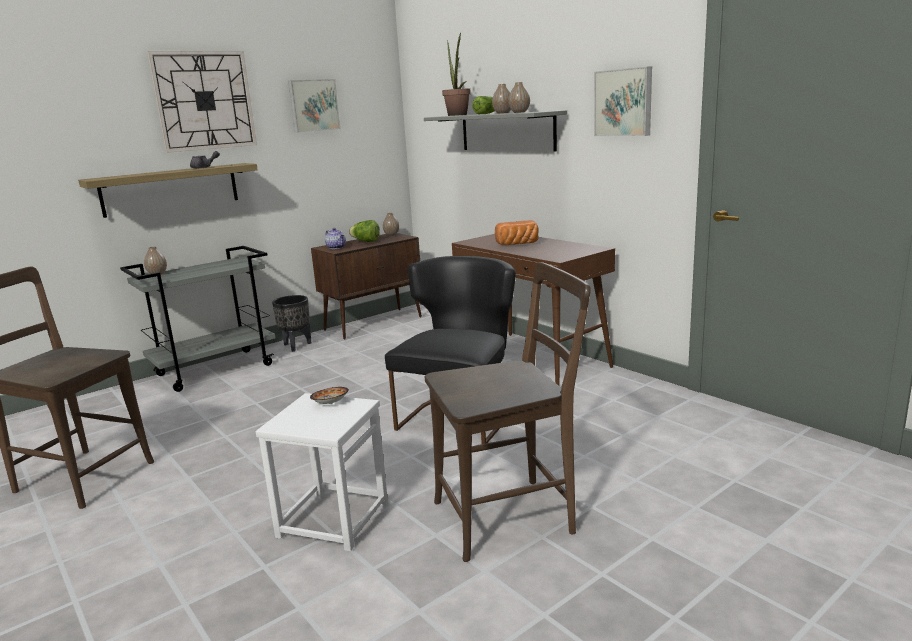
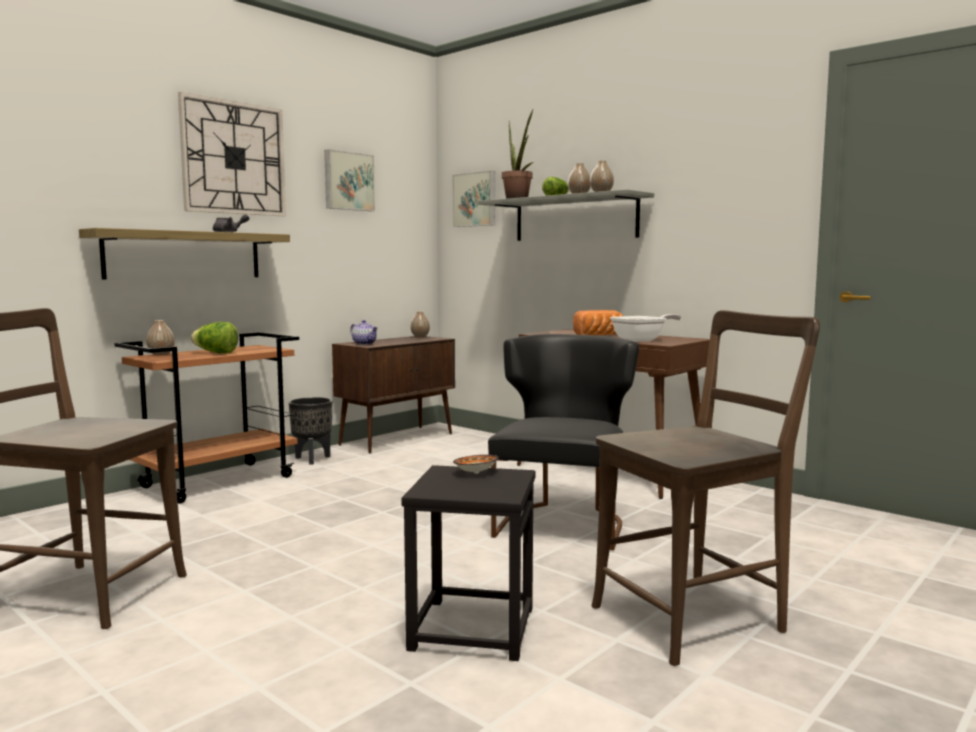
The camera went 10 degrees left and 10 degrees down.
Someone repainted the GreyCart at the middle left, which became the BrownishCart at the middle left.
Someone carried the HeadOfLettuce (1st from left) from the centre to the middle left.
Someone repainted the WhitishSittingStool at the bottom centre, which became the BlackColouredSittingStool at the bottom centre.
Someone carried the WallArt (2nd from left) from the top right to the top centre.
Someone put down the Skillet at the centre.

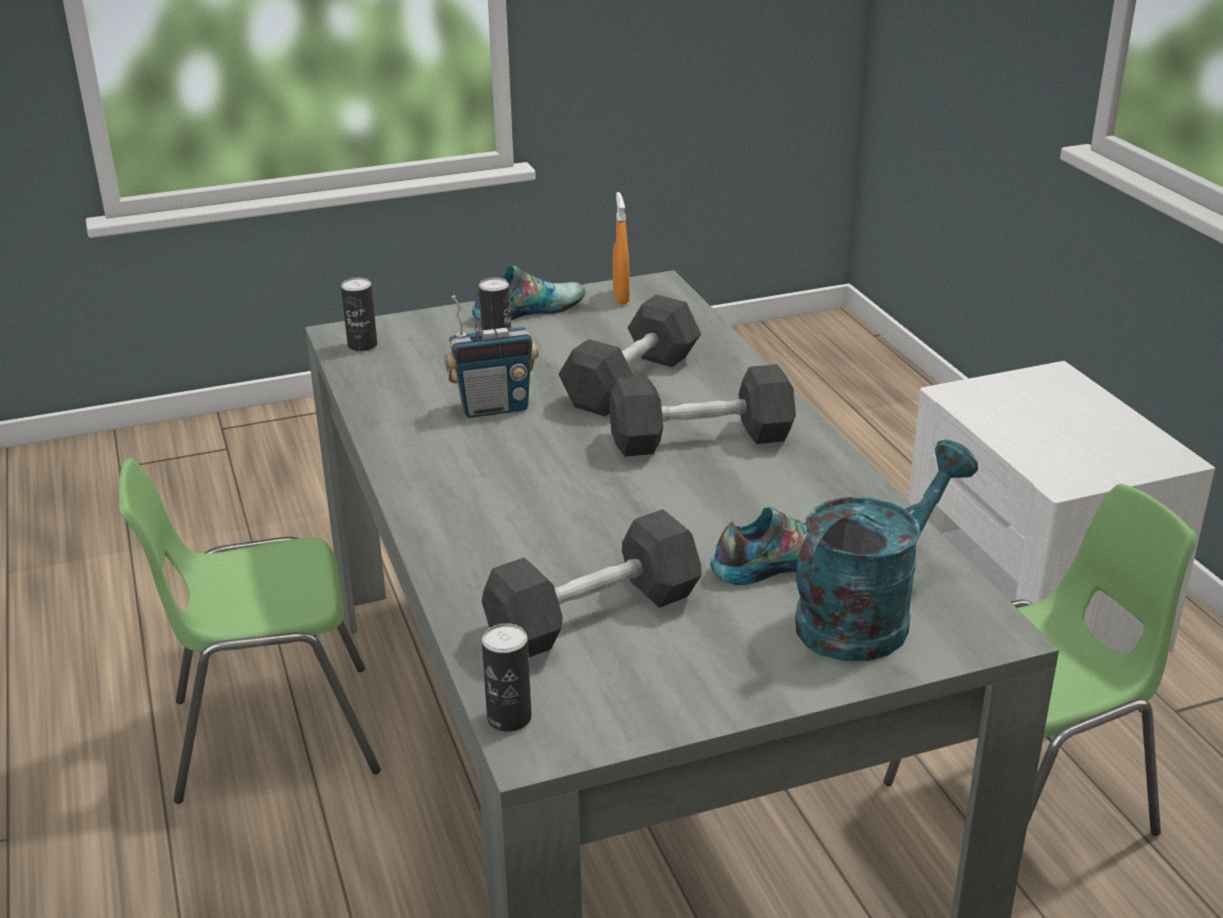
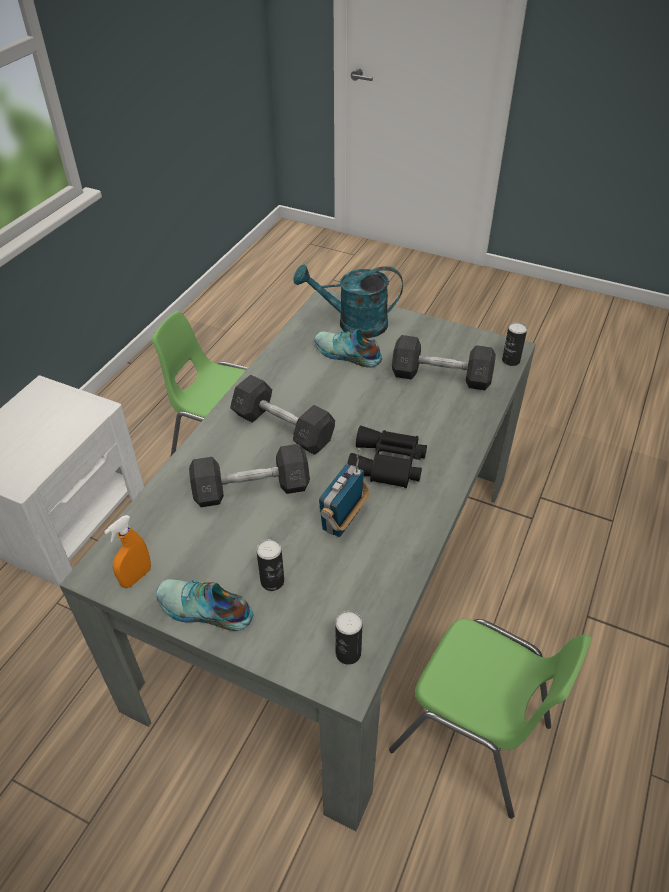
The camera went 135 degrees left and 15 degrees up.
Someone rotated the Radio at the centre by 90 degrees counterclockwise.
Someone put down the BlackColouredBinoculars at the centre.

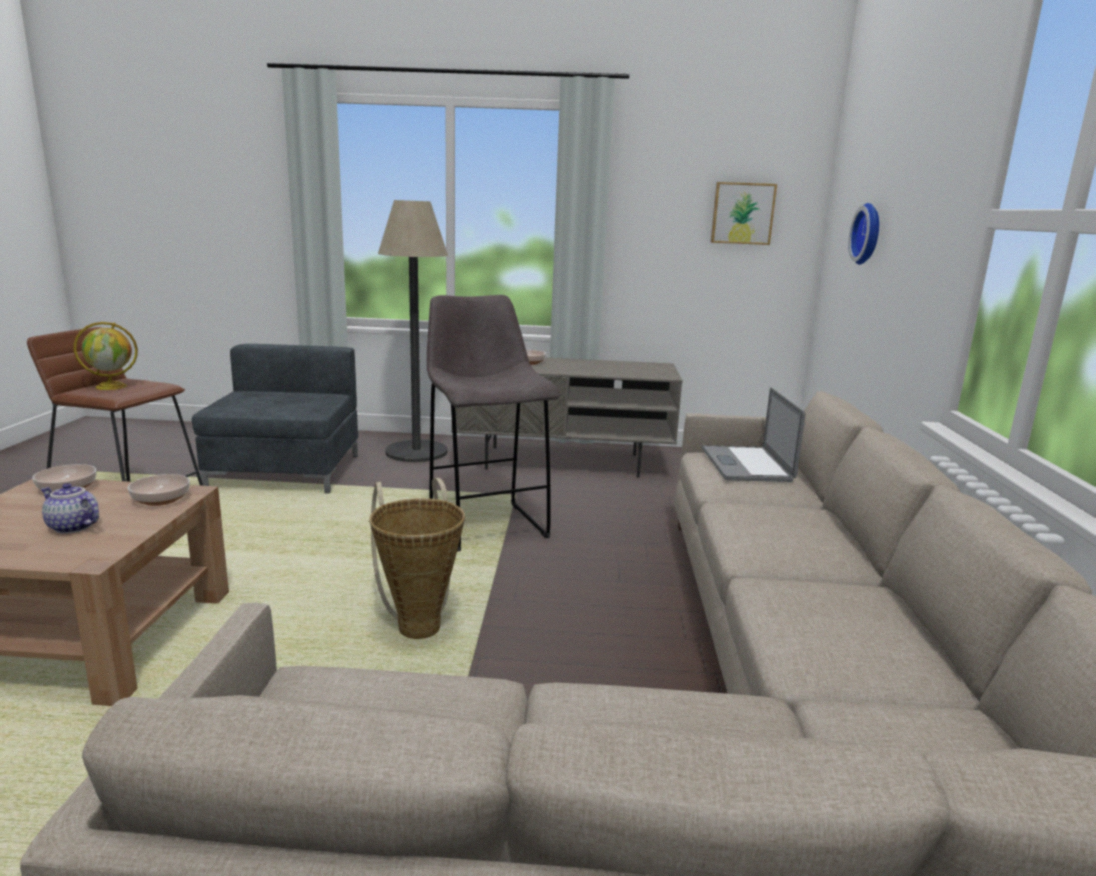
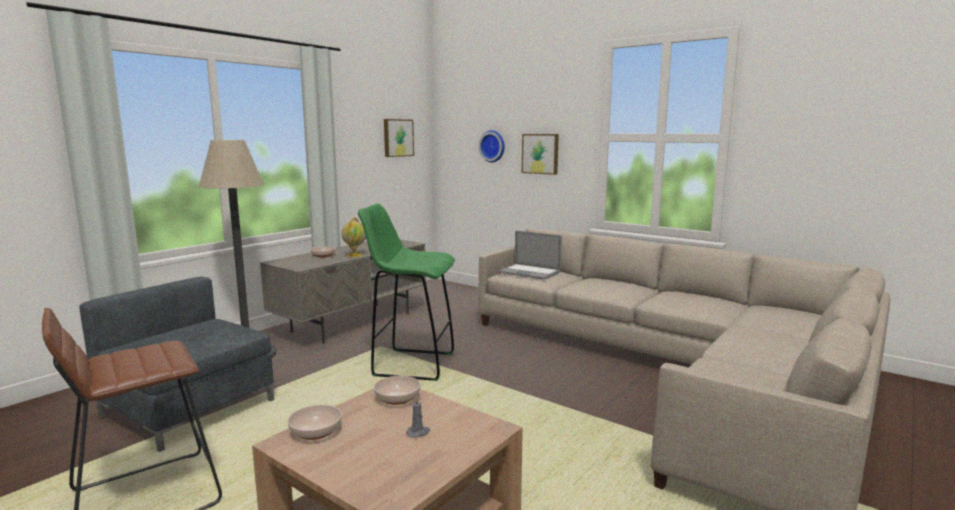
The camera went 55 degrees left and 5 degrees down.
Someone carried the WorldGlobe from the middle left to the centre.
Someone repainted the GreySittingStool at the centre, which became the GreenSittingStool at the centre.
Someone swapped the PotForTea at the middle left for the GreyWaxCandle at the bottom centre.
Someone put up the WallArt (2nd from left) at the top centre.
Someone took away the StorageBasket at the centre.

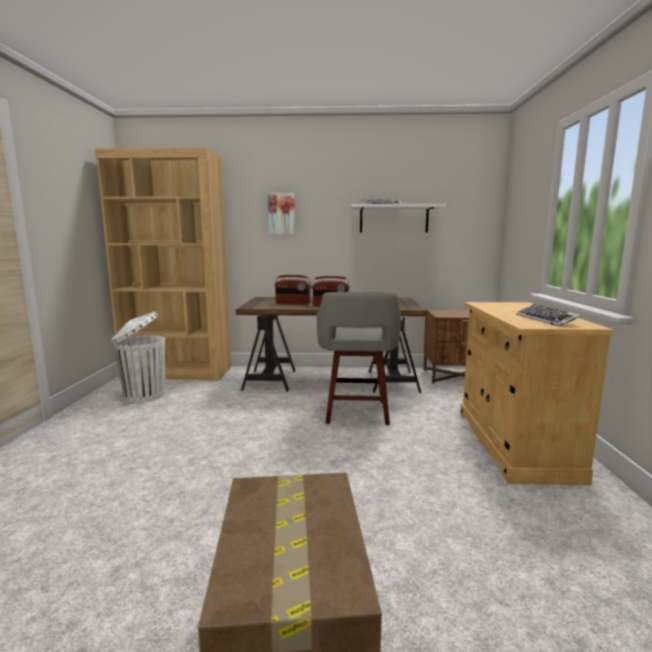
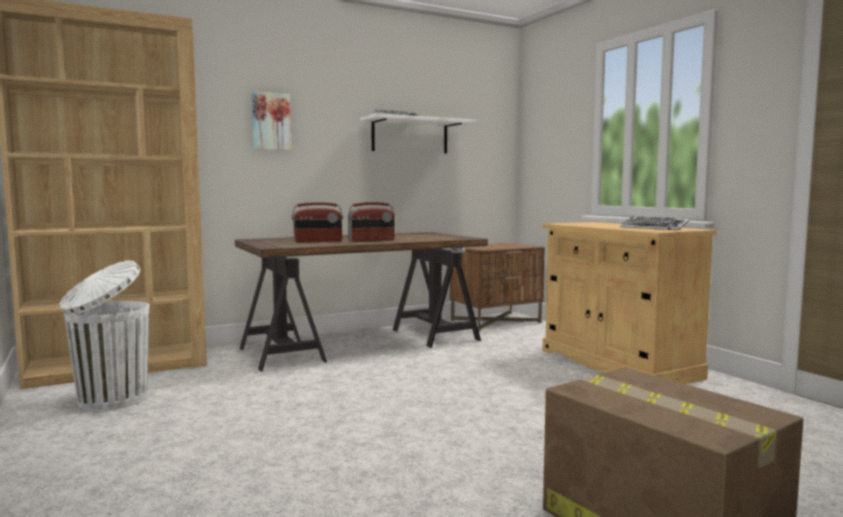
The camera went 30 degrees left and 5 degrees down.
Someone took away the GreySittingStool at the centre.

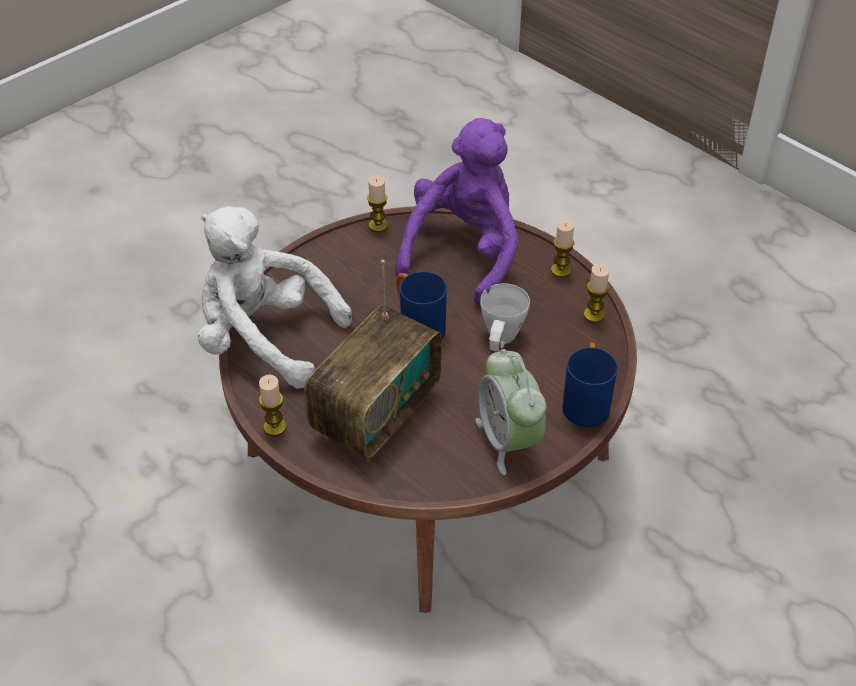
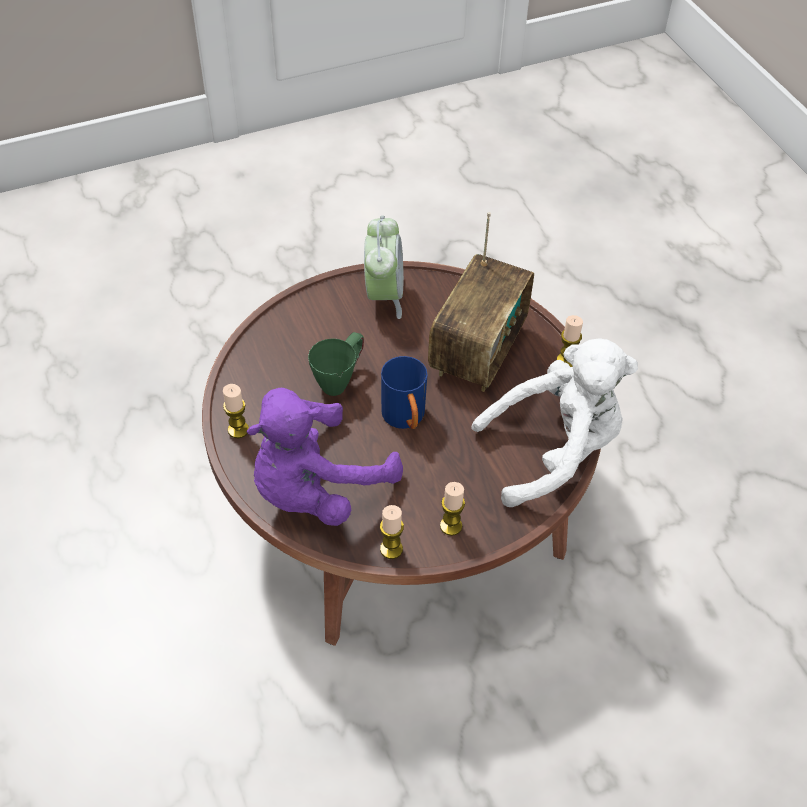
The camera went 160 degrees left and 5 degrees up.
Someone repainted the WhitishCoffeeMug at the centre, which became the GreenCoffeeMug at the centre.
Someone rotated the Radio at the centre by 150 degrees clockwise.
Someone carried the WaxCandle (4th from left in the first image) from the middle right to the centre.
Someone rotated the WhitishSoftToy at the middle left by 60 degrees counterclockwise.
Someone took away the BluishCoffeeMug (2nd from left) at the middle right.

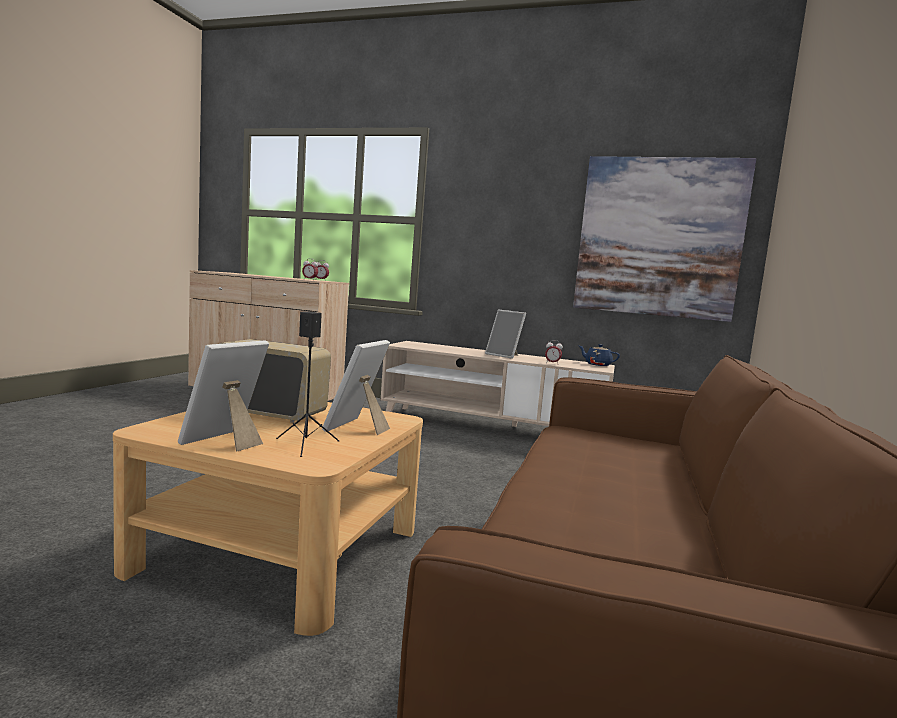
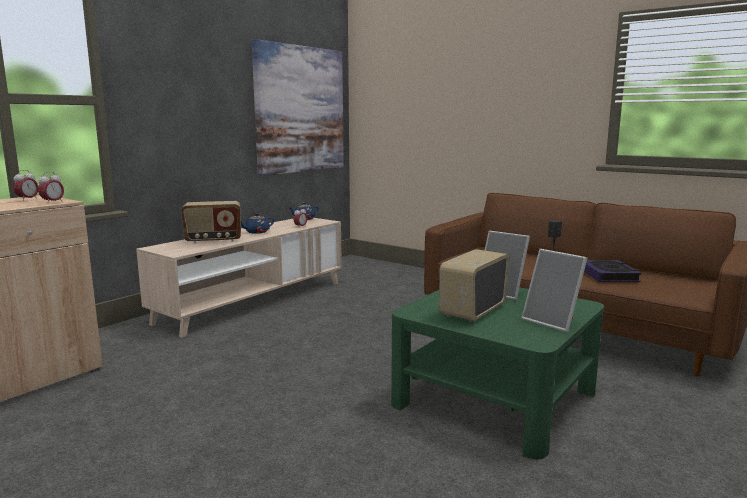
The camera went 70 degrees left and 5 degrees up.
Someone put down the Radio (1st from left) at the middle left.
Someone swapped the PhotoFrame (3rd from left) at the centre for the BluishPotForTea (1st from left) at the centre.
Someone repainted the SandColouredLowTable at the bottom left, which became the GreenLowTable at the bottom centre.
Someone put down the Book at the middle right.

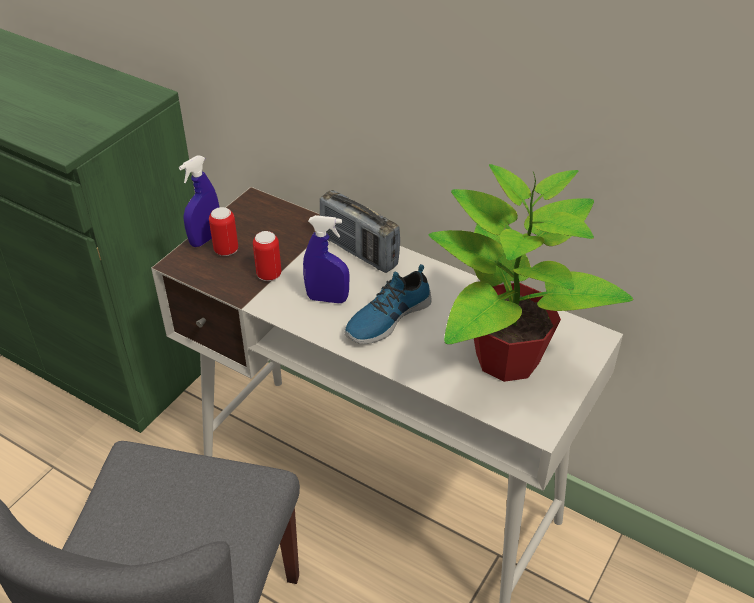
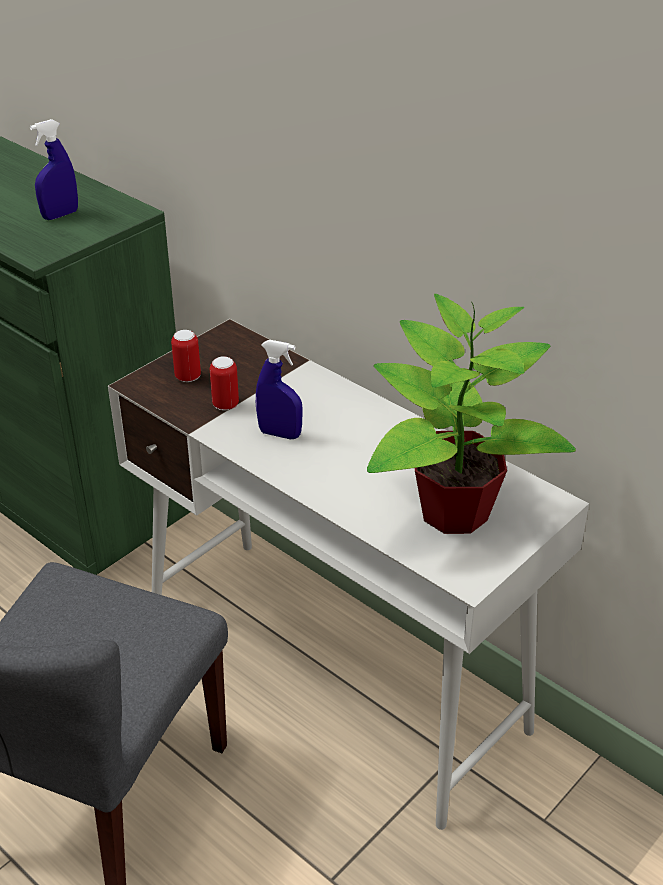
The camera went 10 degrees right and 5 degrees down.
Someone carried the BluishSprayBottle (1st from left) from the middle left to the top left.
Someone took away the Radio at the centre.
Someone took away the LowShoe at the centre.

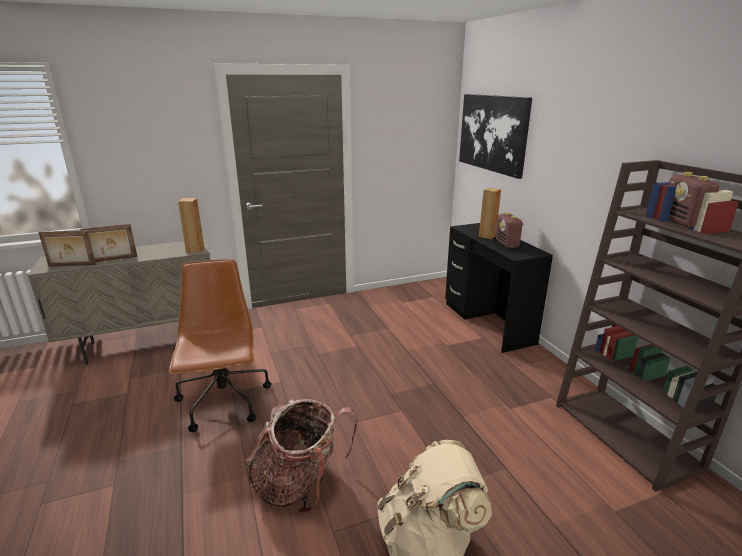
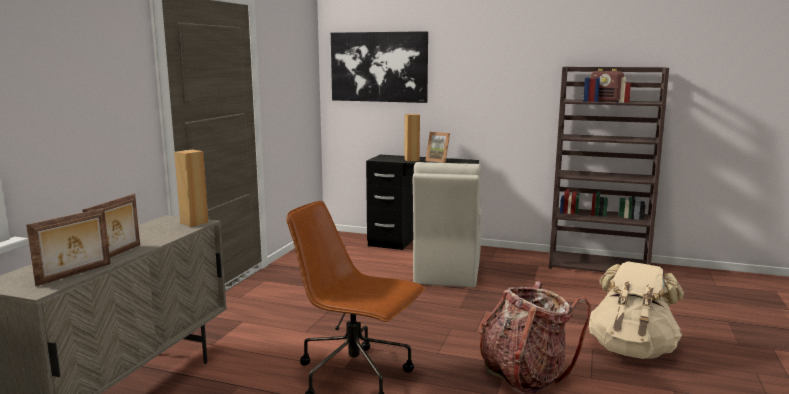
The camera went 50 degrees left and 10 degrees down.
Someone put down the SandColouredPlainChair at the centre.
Someone swapped the Radio (1st from left) at the middle right for the PhotoFrame (3rd from left) at the centre.

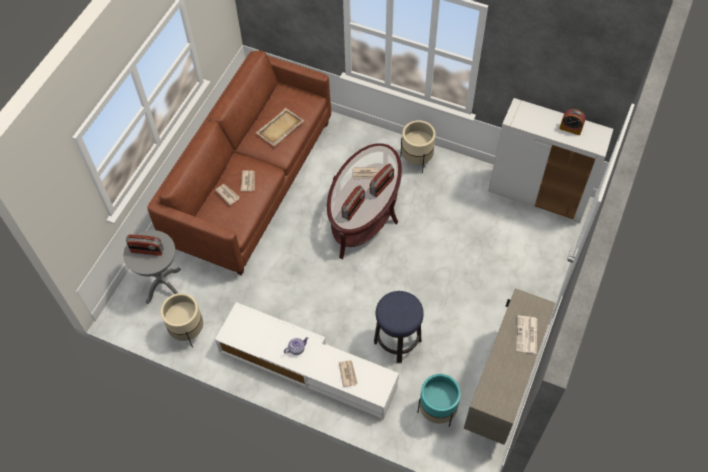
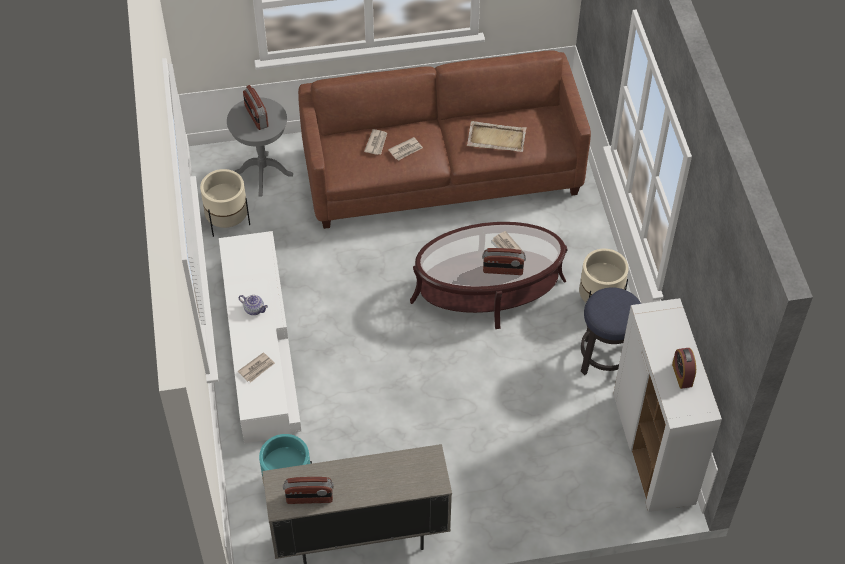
The camera went 55 degrees right and 5 degrees down.
Someone carried the Radio (2nd from left) from the centre to the bottom centre.
Someone carried the SittingStool from the bottom centre to the middle right.
Someone took away the DailyPaper (5th from left) at the bottom right.

